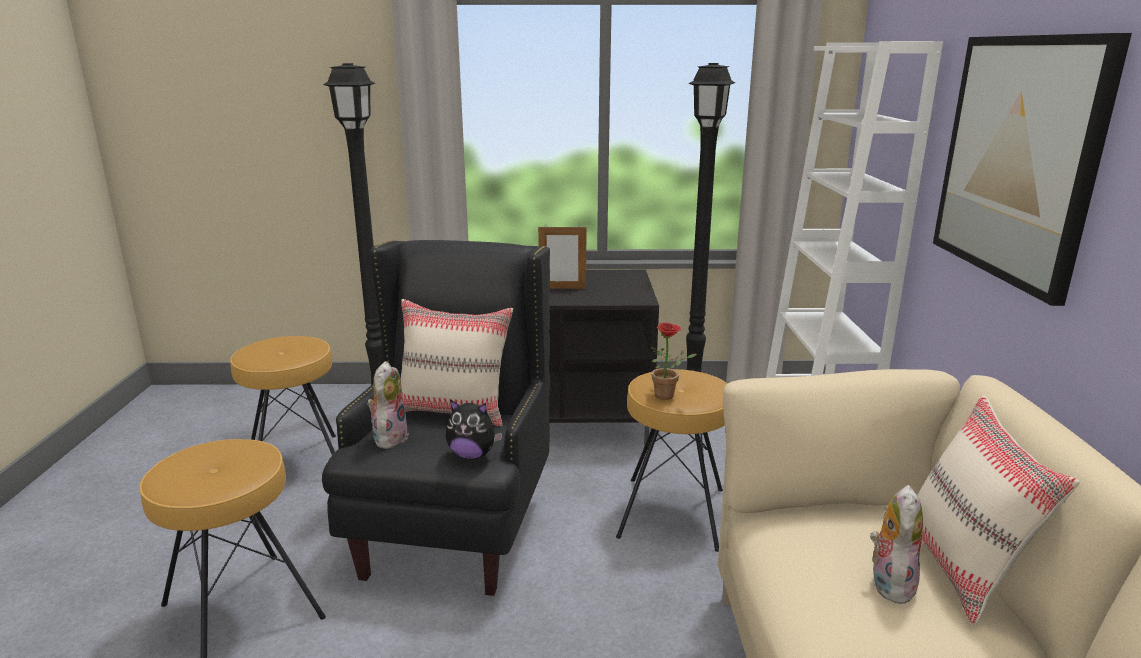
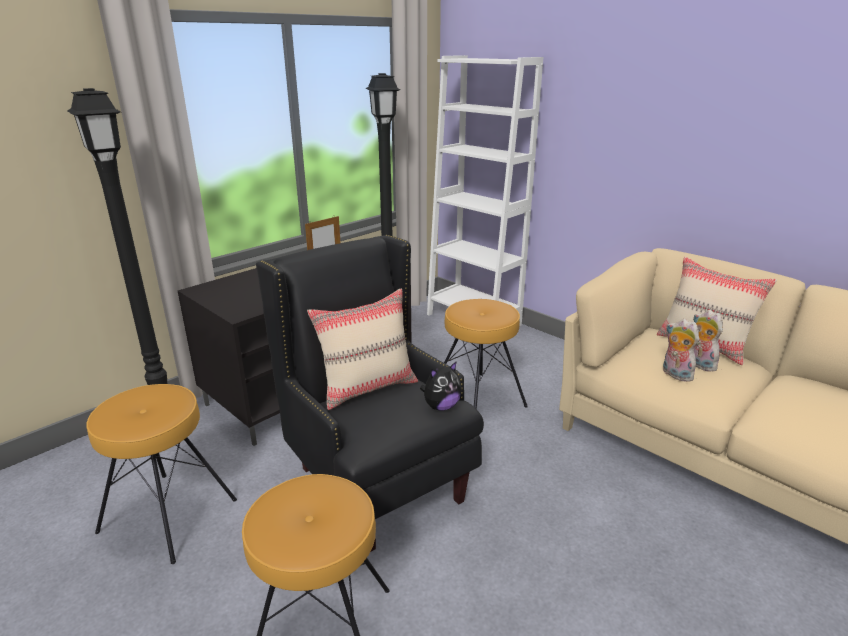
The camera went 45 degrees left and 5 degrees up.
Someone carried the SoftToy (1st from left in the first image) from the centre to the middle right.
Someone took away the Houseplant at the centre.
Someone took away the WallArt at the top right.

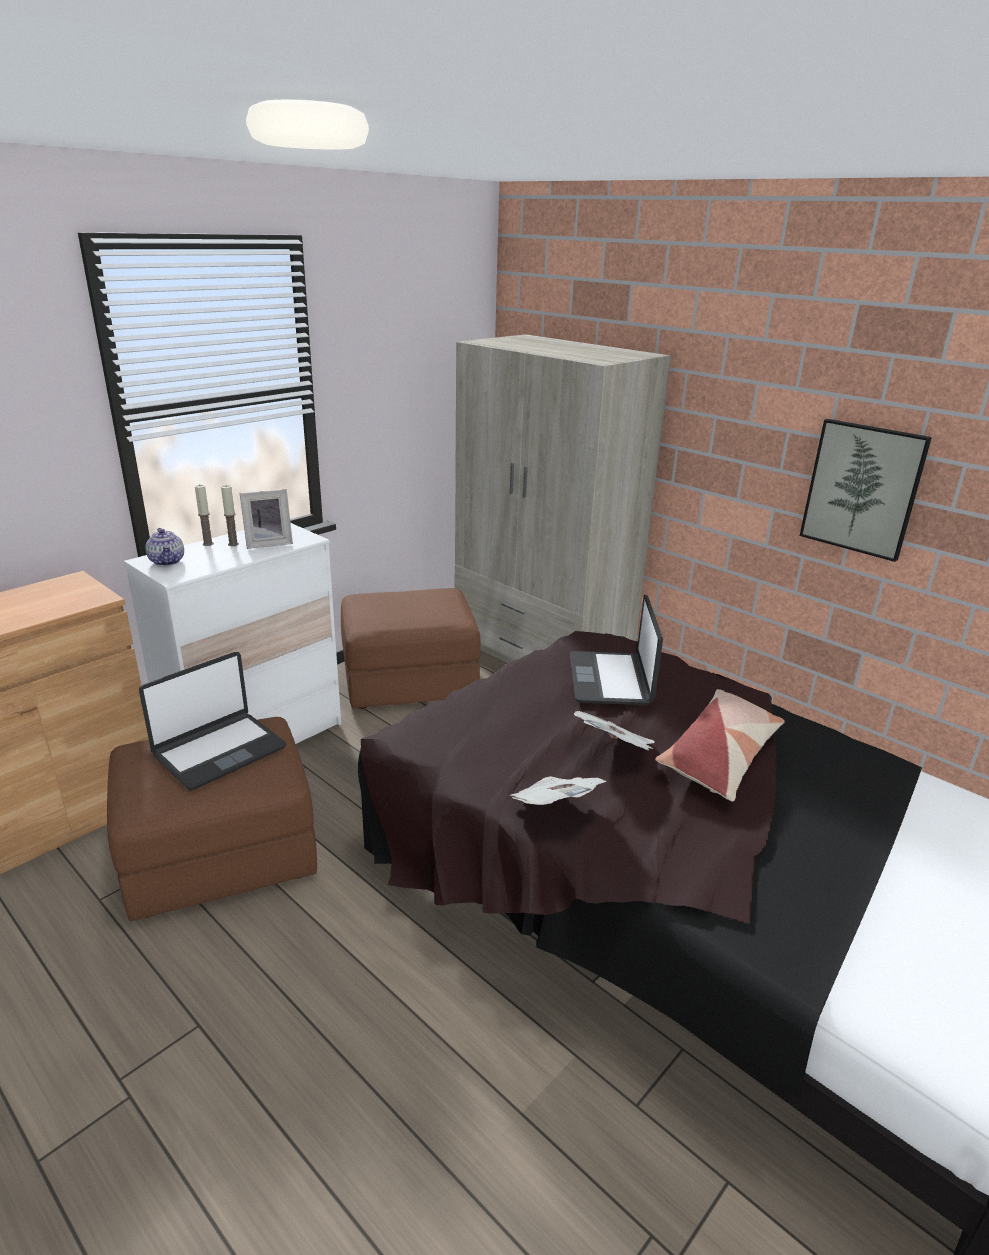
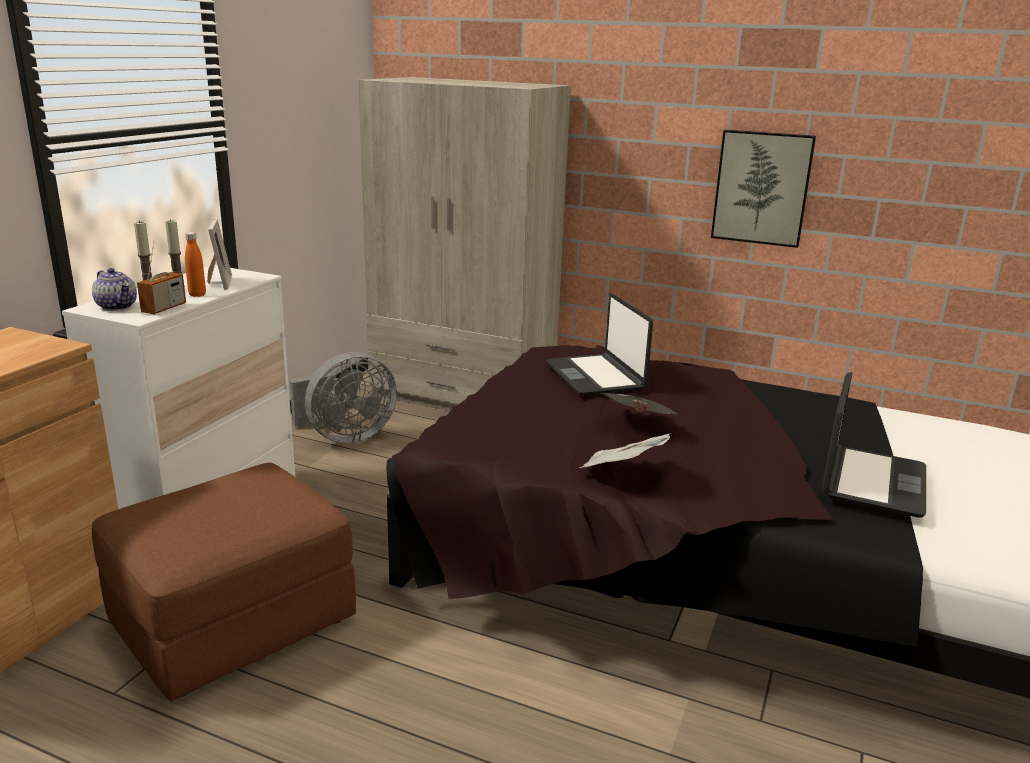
The camera went 20 degrees left and 5 degrees down.
Someone put down the Radio at the middle left.
Someone put down the OrangeColouredBeverageBottle at the middle left.
Someone rotated the PhotoFrame at the middle left by 60 degrees counterclockwise.
Someone swapped the BrownishPouffe (2nd from left) at the centre for the GreyCoolingFan at the middle left.
Someone carried the Laptop (1st from left in the first image) from the middle left to the middle right.
Someone took away the Pillow at the middle right.

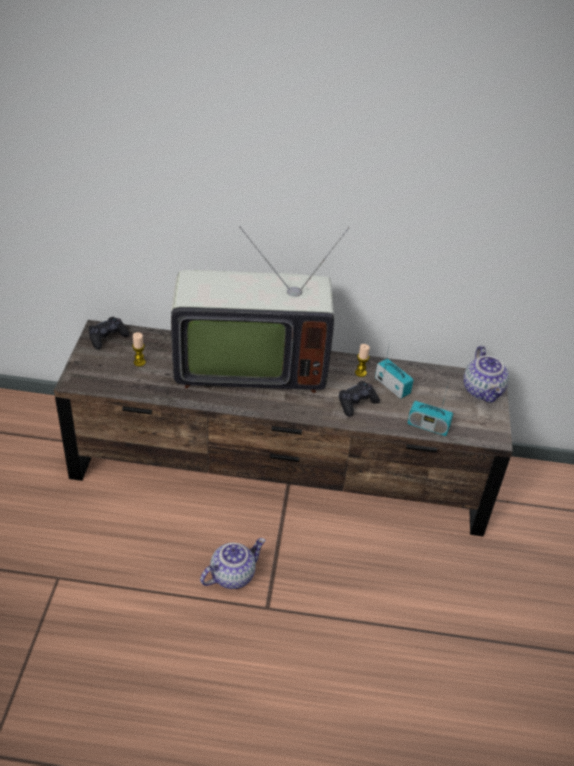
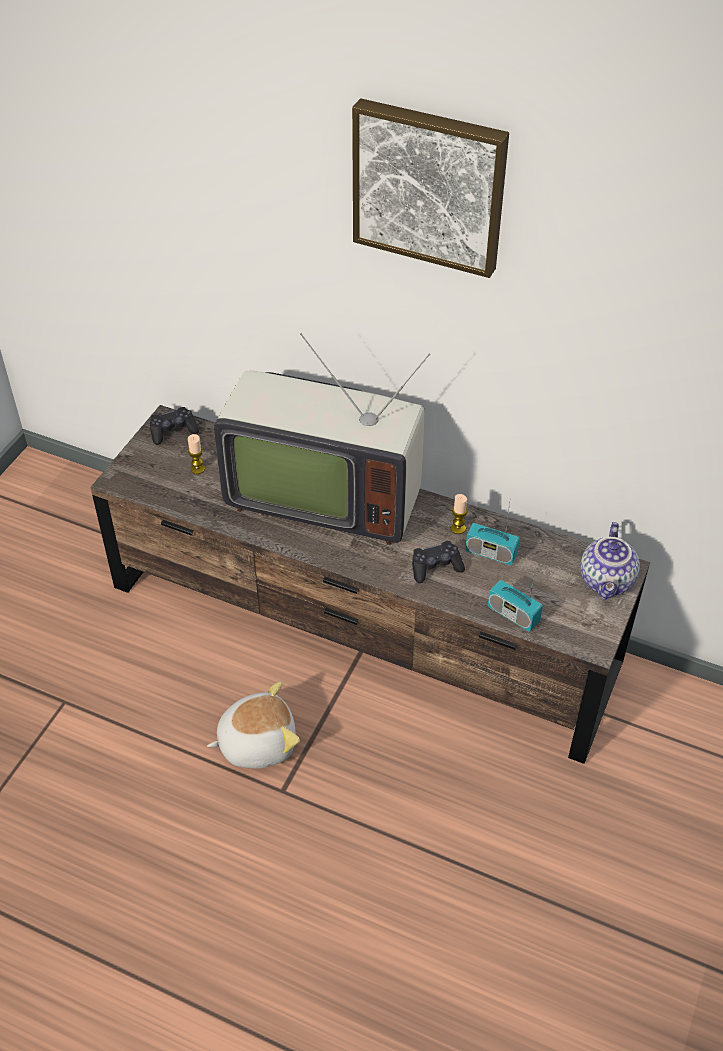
The camera went 20 degrees right and 5 degrees up.
Someone swapped the PotForTea (1st from left) at the bottom centre for the SoftToy at the bottom centre.
Someone put up the WallArt at the top centre.
Someone rotated the Radio (1st from left) at the middle right by 135 degrees clockwise.

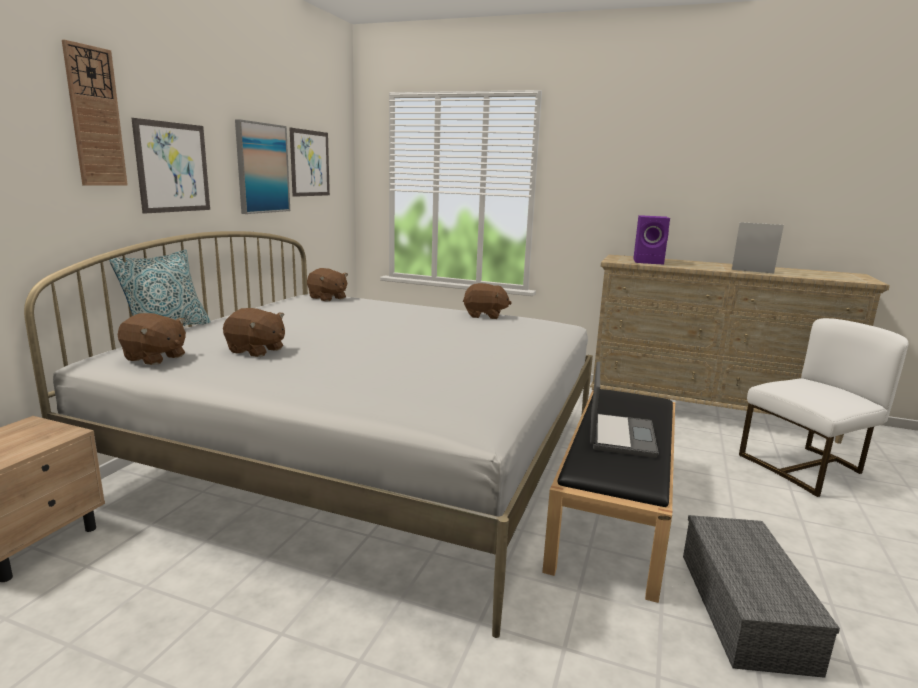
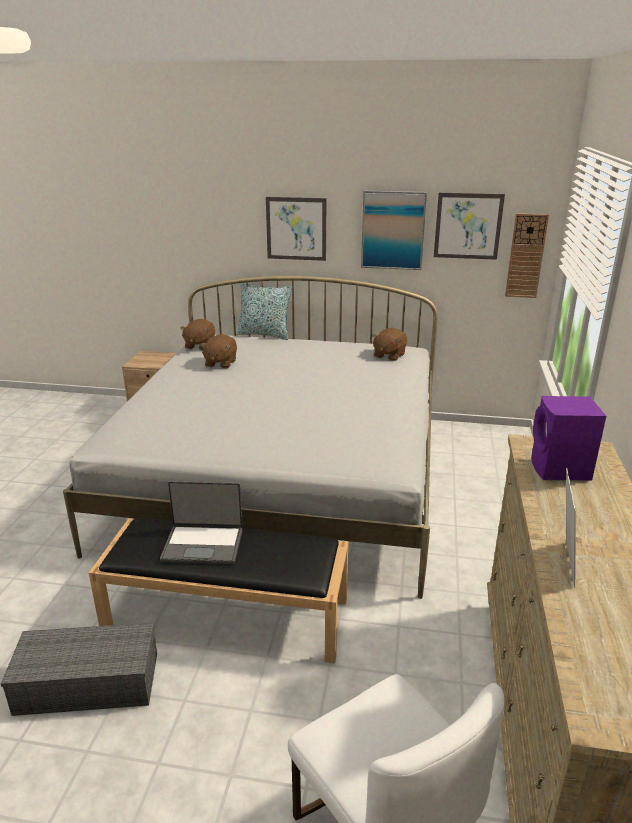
The camera went 80 degrees right and 10 degrees up.
Someone carried the ClockOnTheWall from the top left to the top right.
Someone took away the BrownishSoftToy (4th from left) at the centre.

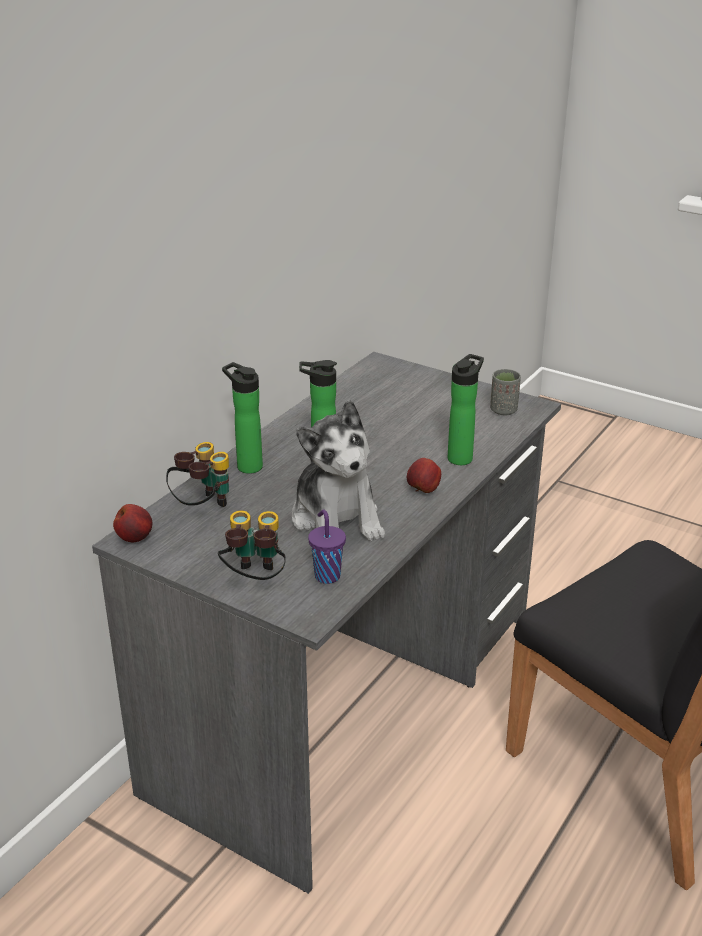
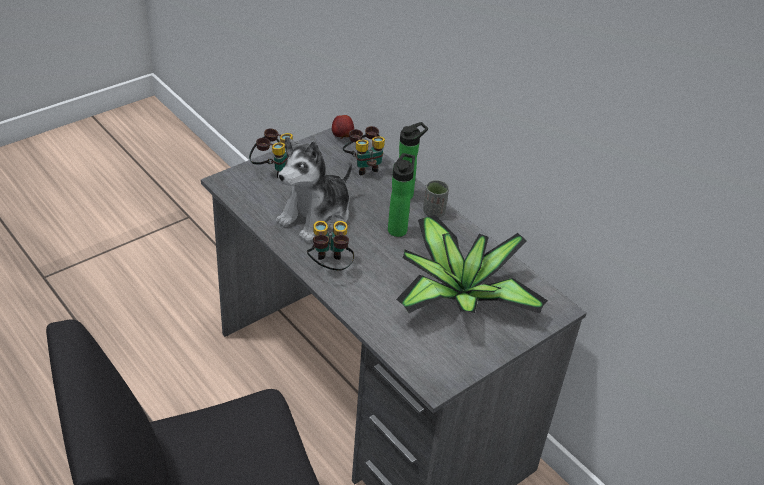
The camera went 105 degrees right and 10 degrees up.
Someone rotated the SoftToy at the centre by 45 degrees counterclockwise.
Someone swapped the WholeApple (2nd from left) at the centre for the Binoculars (2nd from left) at the centre.
Someone put down the Houseplant at the centre.
Someone carried the GreySmallCup from the middle right to the centre.
Someone took away the PurpleSmallCup at the centre.
Someone took away the BeverageBottle (3rd from left) at the centre.

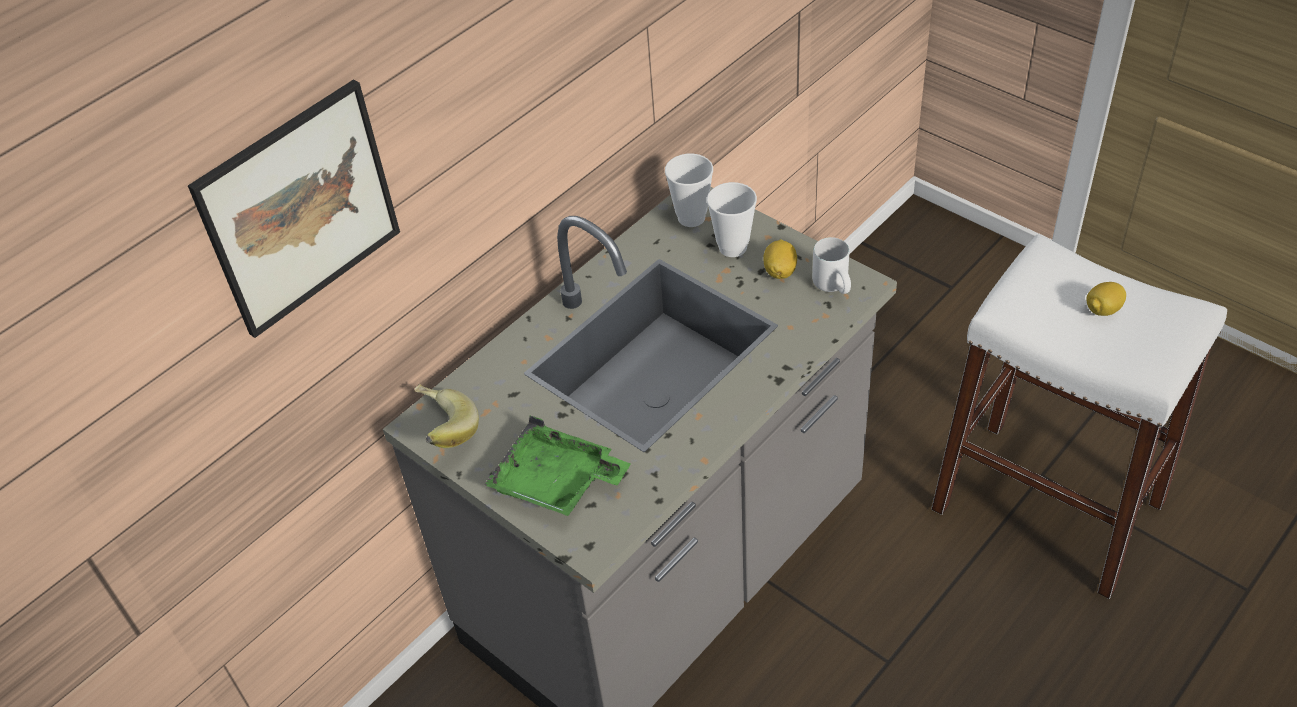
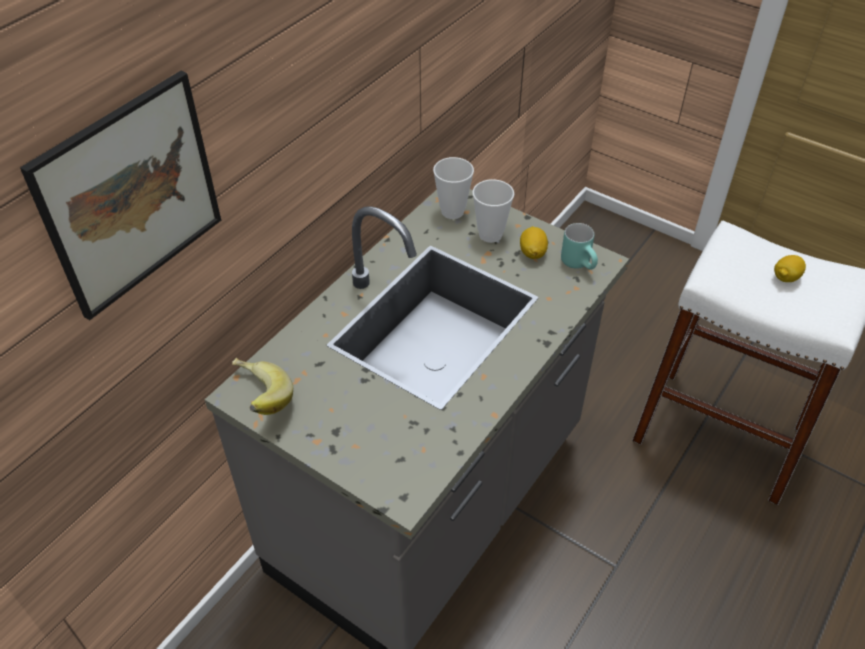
The camera went 10 degrees left and 0 degrees up.
Someone repainted the WhitishCoffeeMug at the centre, which became the TurquoiseColouredCoffeeMug at the middle right.
Someone took away the GreenCarryingTray at the centre.

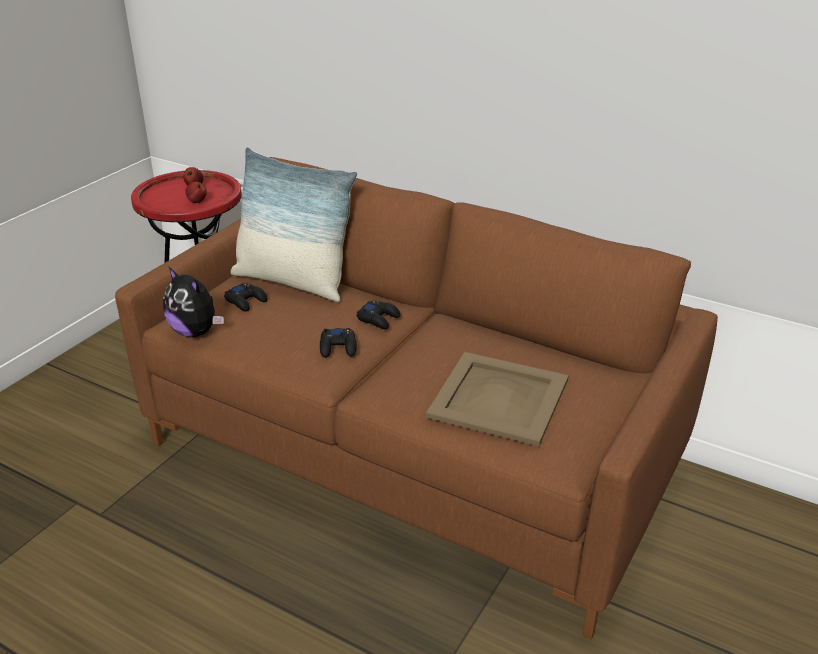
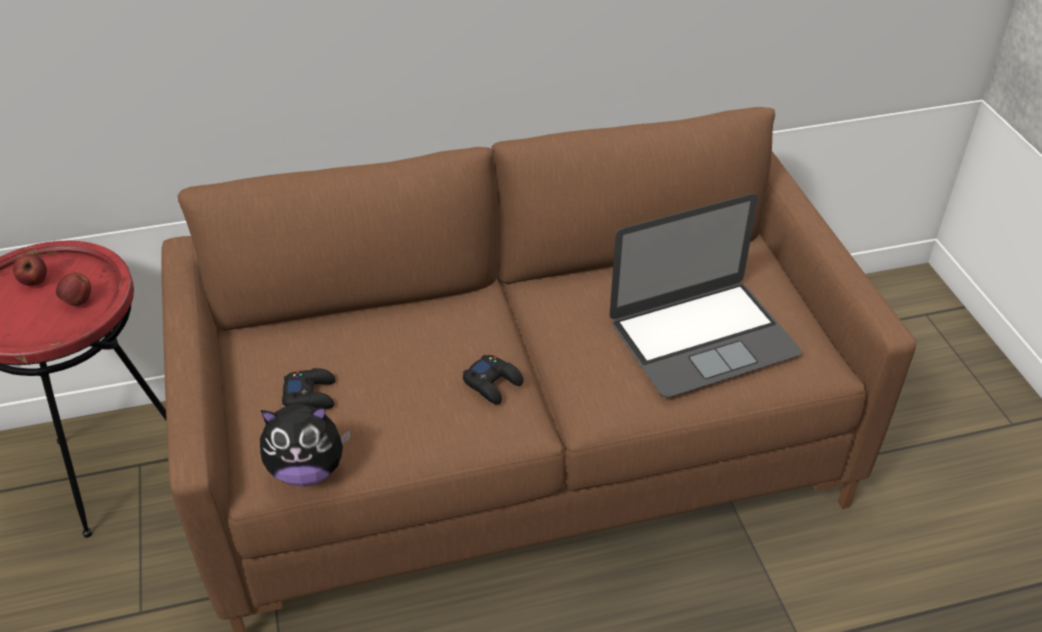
The camera went 45 degrees left and 10 degrees up.
Someone swapped the SandColouredCarryingTray at the centre for the Laptop at the middle right.
Someone took away the Pillow at the centre.
Someone took away the BlackColouredGamepad (3rd from left) at the centre.

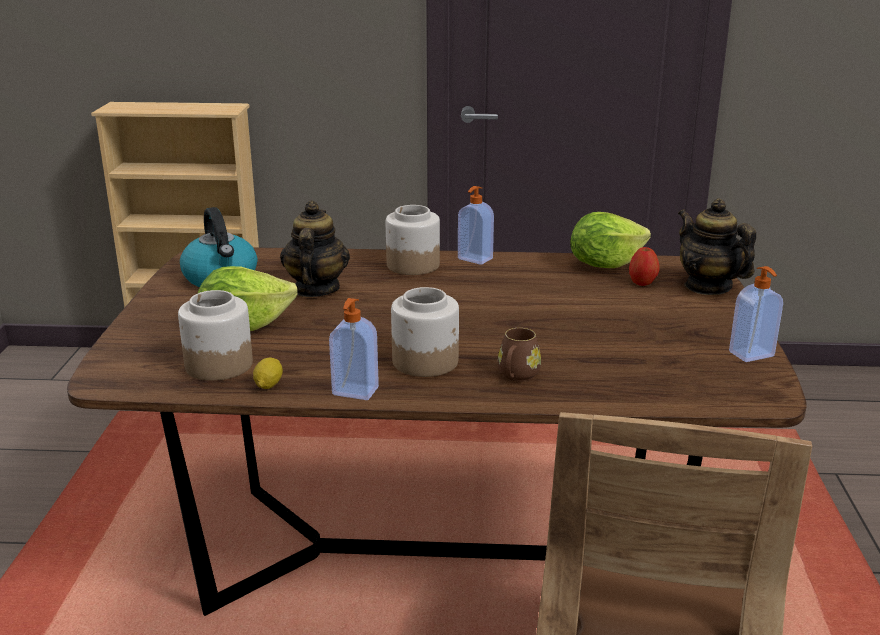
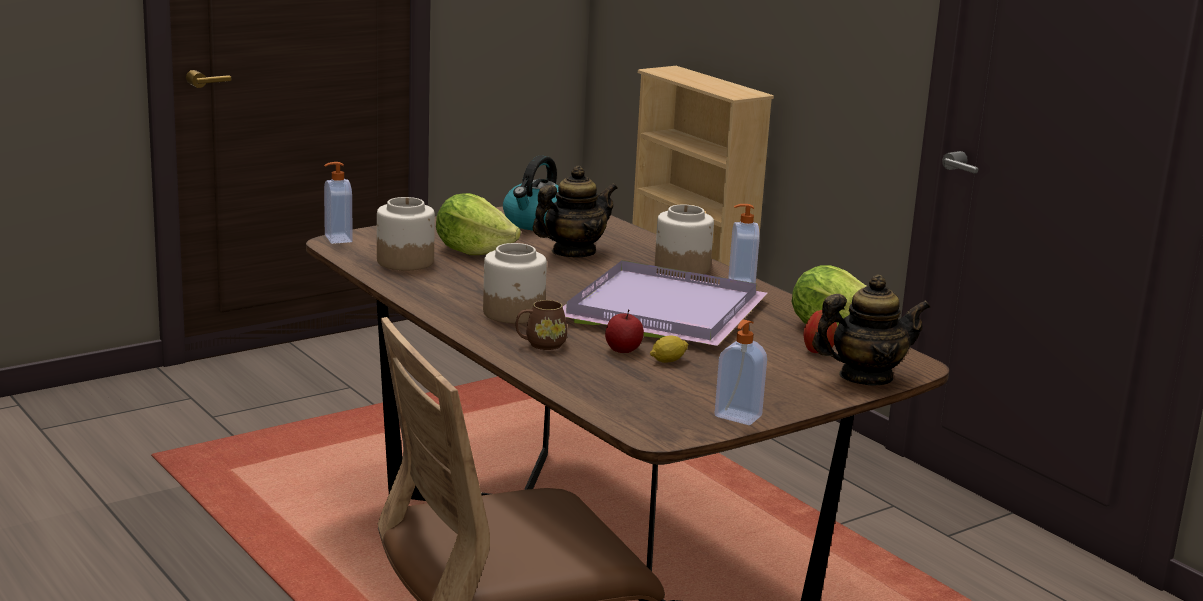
The camera went 50 degrees right and 5 degrees down.
Someone carried the LiquidSoapBottle (1st from left) from the centre to the middle left.
Someone put down the PurpleCarryingTray at the centre.
Someone put down the WholeApple (1st from left) at the centre.
Someone carried the Lemon from the middle left to the centre.
Someone rotated the PotForTea (2nd from left) at the middle right by 60 degrees clockwise.

